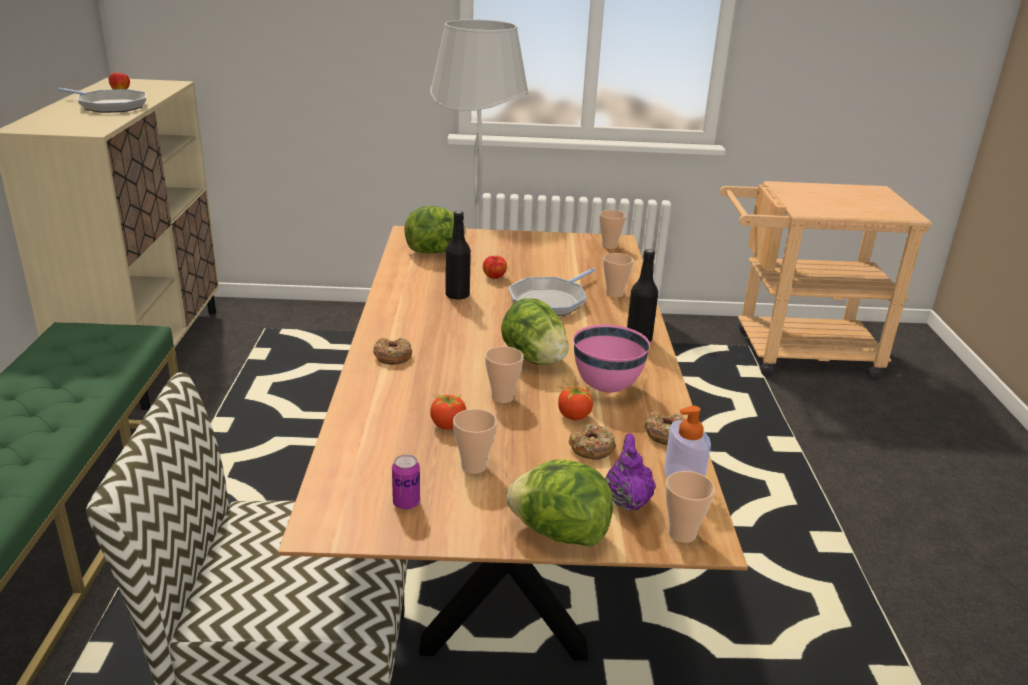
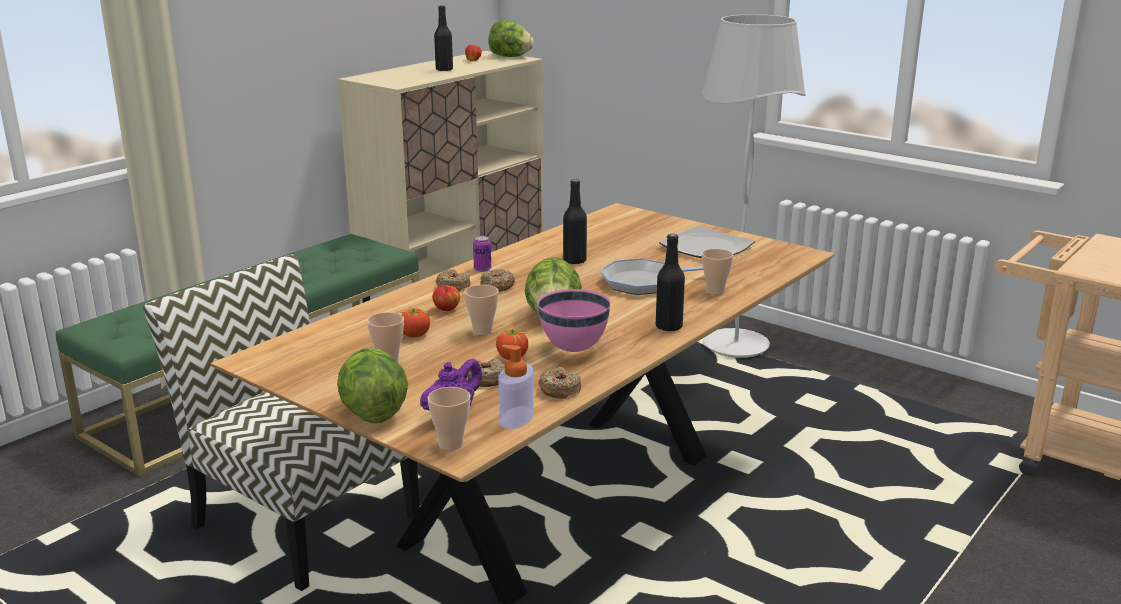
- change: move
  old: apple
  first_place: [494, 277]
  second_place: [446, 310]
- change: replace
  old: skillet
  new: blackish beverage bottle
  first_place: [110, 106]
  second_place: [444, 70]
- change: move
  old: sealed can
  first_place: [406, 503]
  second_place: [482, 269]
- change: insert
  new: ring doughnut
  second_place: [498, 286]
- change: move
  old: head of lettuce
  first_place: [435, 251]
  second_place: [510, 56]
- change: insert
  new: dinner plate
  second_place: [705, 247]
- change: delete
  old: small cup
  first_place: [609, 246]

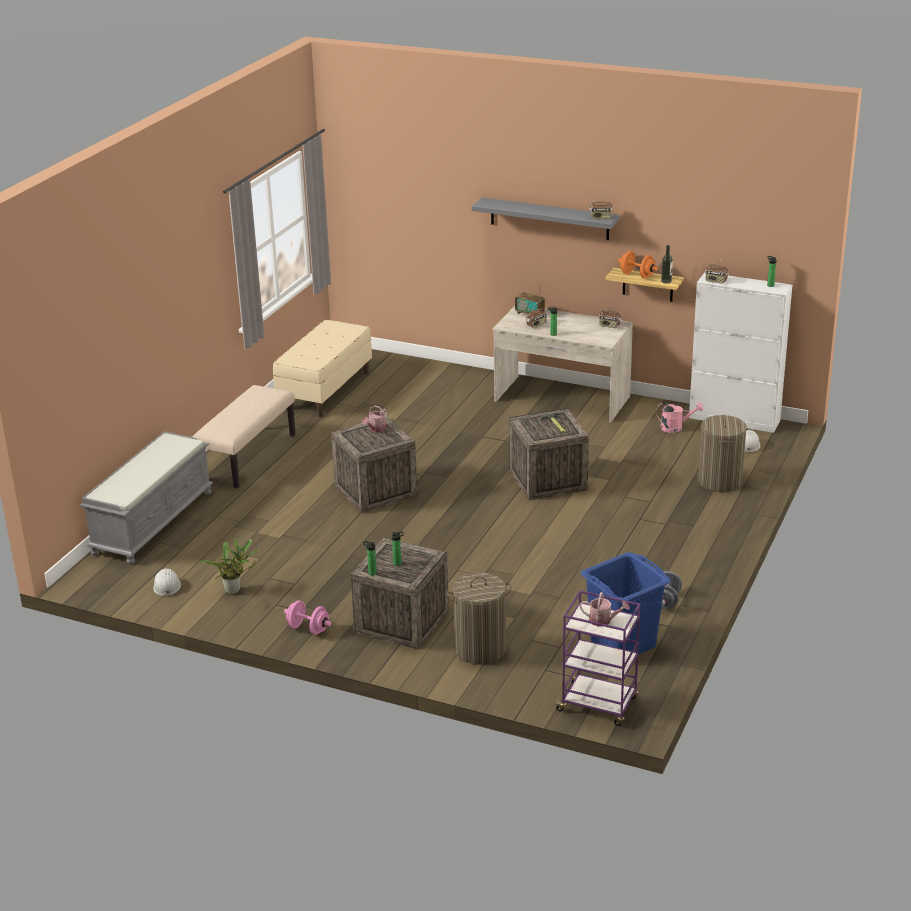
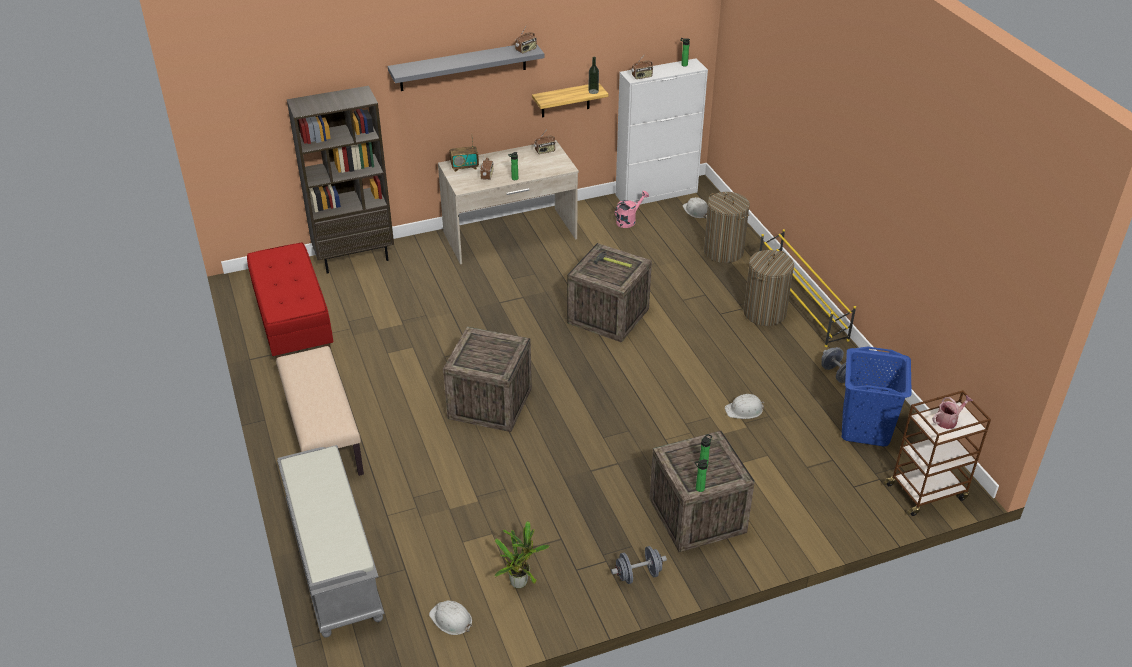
- change: recolor
  old: sand-coloured long seat
  new: reddish long seat
  first_place: [325, 390]
  second_place: [293, 326]
- change: insert
  new: brown-coloured bookcase
  second_place: [355, 258]
- change: recolor
  old: pinkish dumbbell
  new: greyish dumbbell
  first_place: [308, 629]
  second_place: [638, 574]
- change: insert
  new: whitish hard hat
  second_place: [744, 410]
- change: move
  old: hamper
  first_place: [480, 649]
  second_place: [764, 313]
- change: insert
  new: yellowish shoe shelf
  second_place: [801, 303]
- change: recolor
  old: purple cart
  new: brown-coloured cart
  first_place: [598, 704]
  second_place: [926, 491]
- change: delete
  old: watering pot
  first_place: [376, 429]
- change: delete
  old: orange dumbbell
  first_place: [637, 275]

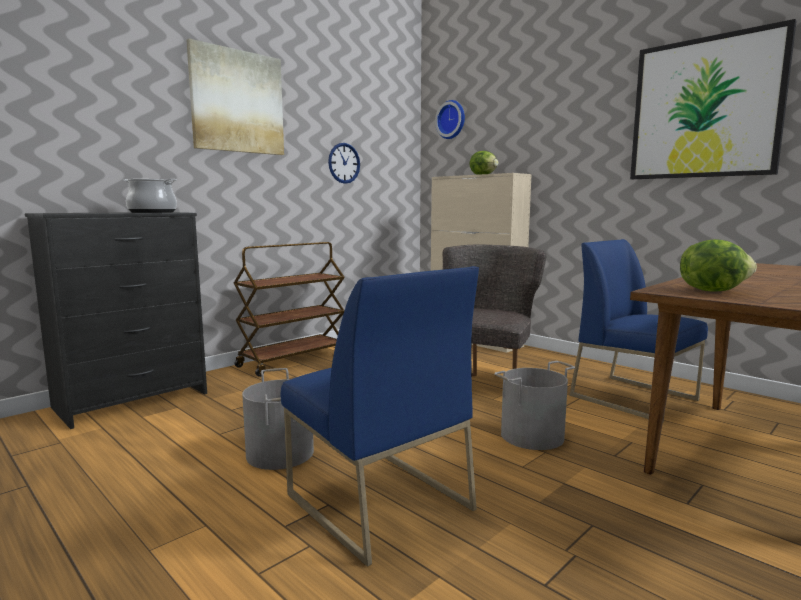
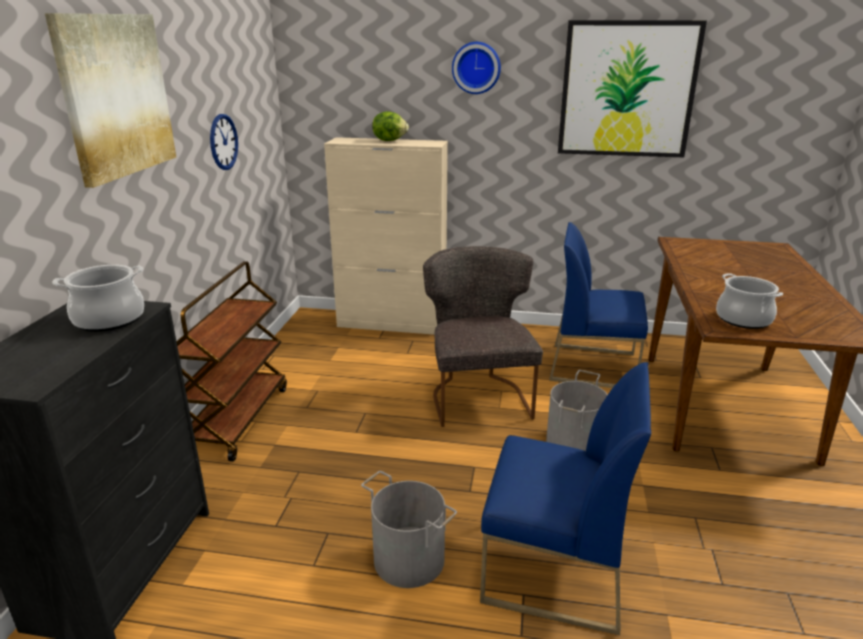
- change: move
  old: hanging clock
  first_place: [452, 120]
  second_place: [476, 67]
- change: replace
  old: head of lettuce
  new: saucepot
  first_place: [711, 291]
  second_place: [743, 319]

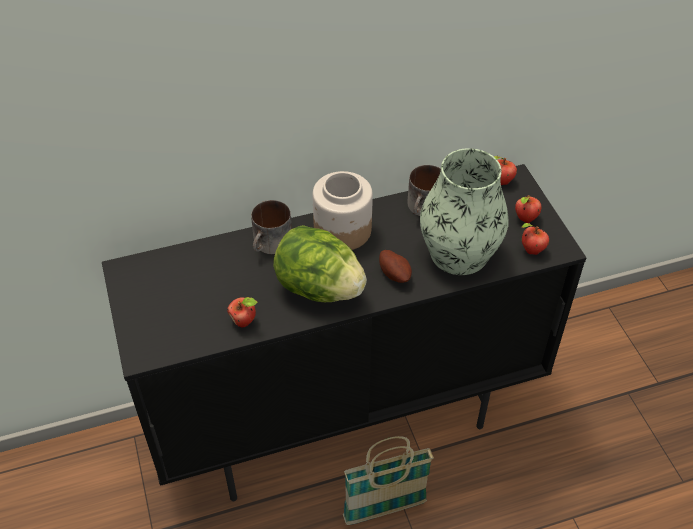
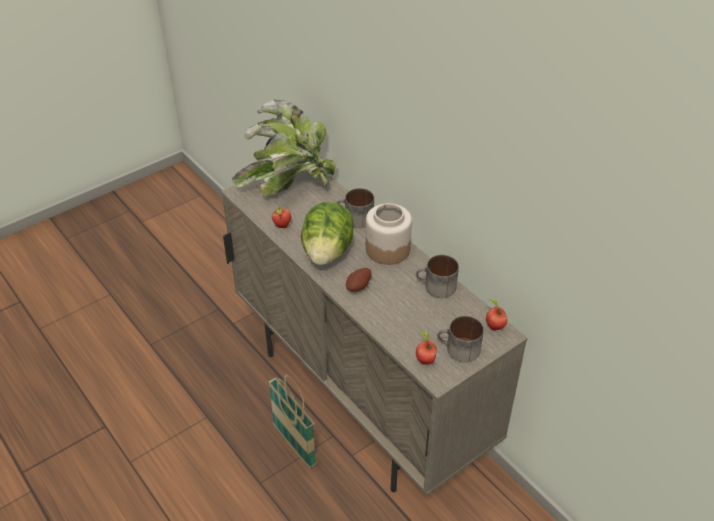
- change: recolor
  old: blackish storage cabinet
  new: sand-coloured storage cabinet
  first_place: [345, 419]
  second_place: [360, 399]
- change: insert
  new: potted plant
  second_place: [288, 183]
- change: replace
  old: apple
  new: tea mug
  first_place: [525, 219]
  second_place: [458, 350]
- change: delete
  old: vase
  first_place: [459, 253]

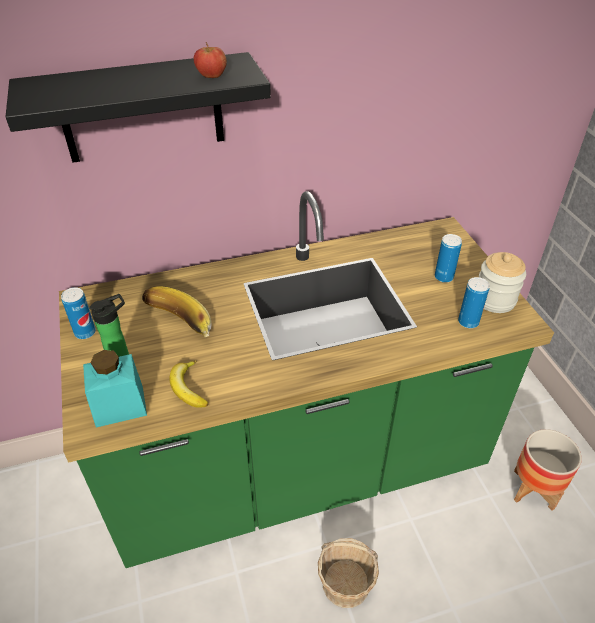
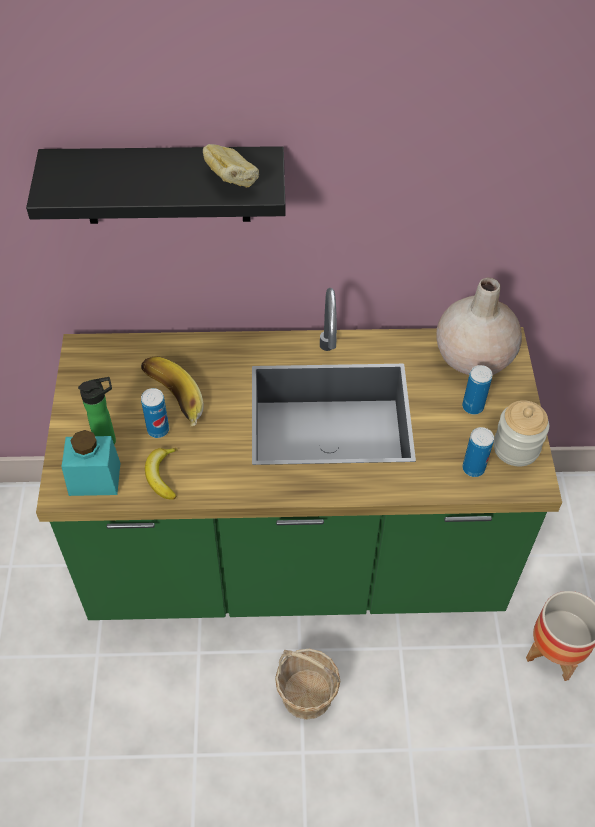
- change: move
  old: sealed can
  first_place: [85, 332]
  second_place: [158, 430]
- change: replace
  old: apple
  new: bakery bread
  first_place: [212, 76]
  second_place: [231, 183]
- change: insert
  new: sand-coloured vase
  second_place: [472, 357]

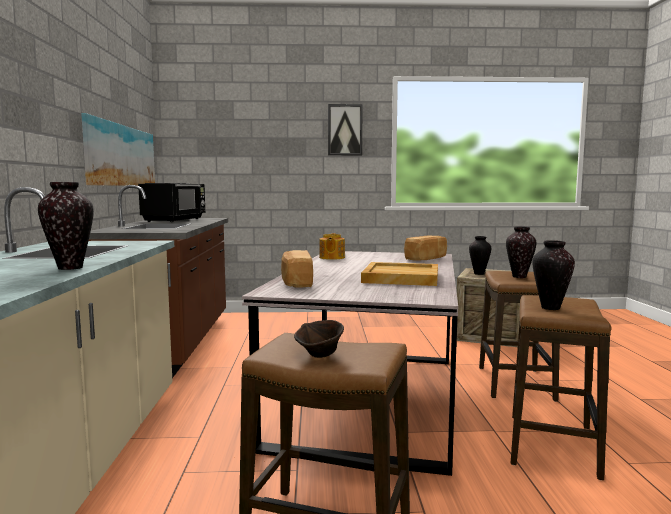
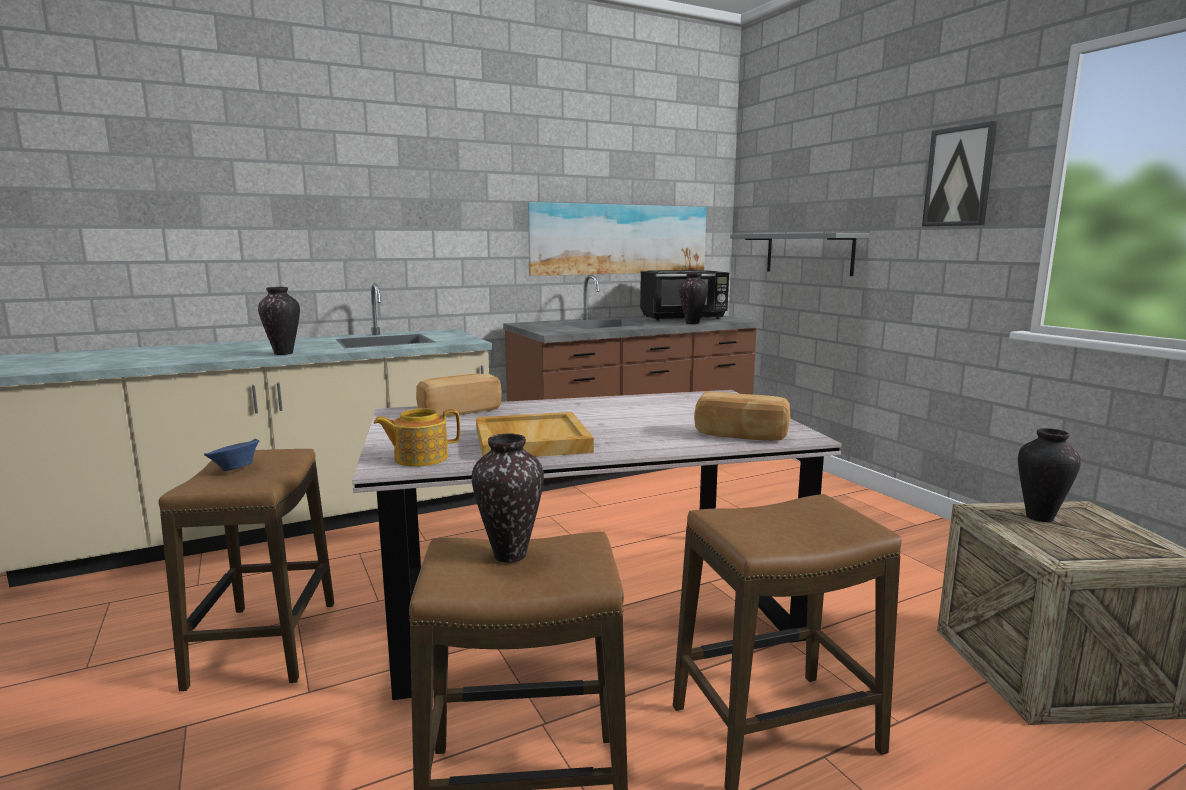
- change: recolor
  old: brown-coloured bowl
  new: bluish bowl
  first_place: [319, 355]
  second_place: [234, 469]
- change: move
  old: pot for tea
  first_place: [331, 257]
  second_place: [420, 458]
- change: move
  old: vase
  first_place: [519, 277]
  second_place: [692, 323]
- change: insert
  new: greyish bracket shelf
  second_place: [808, 253]

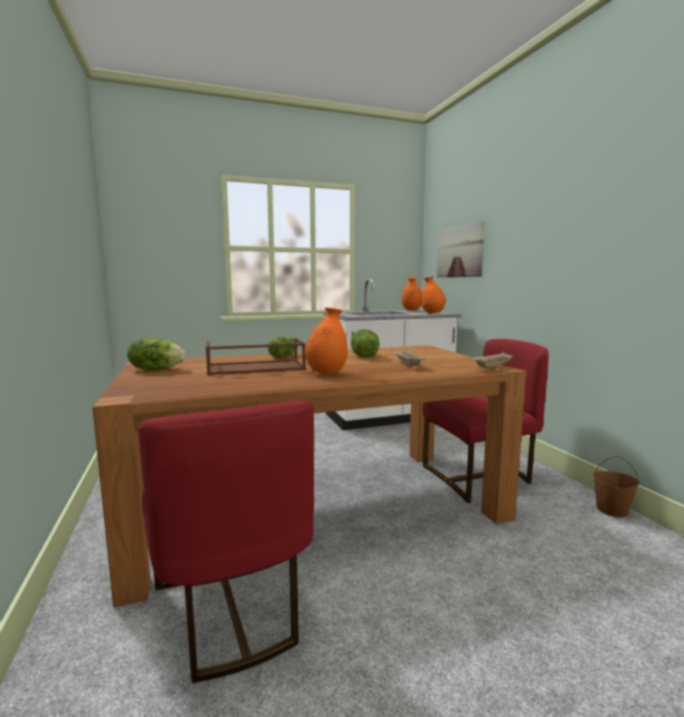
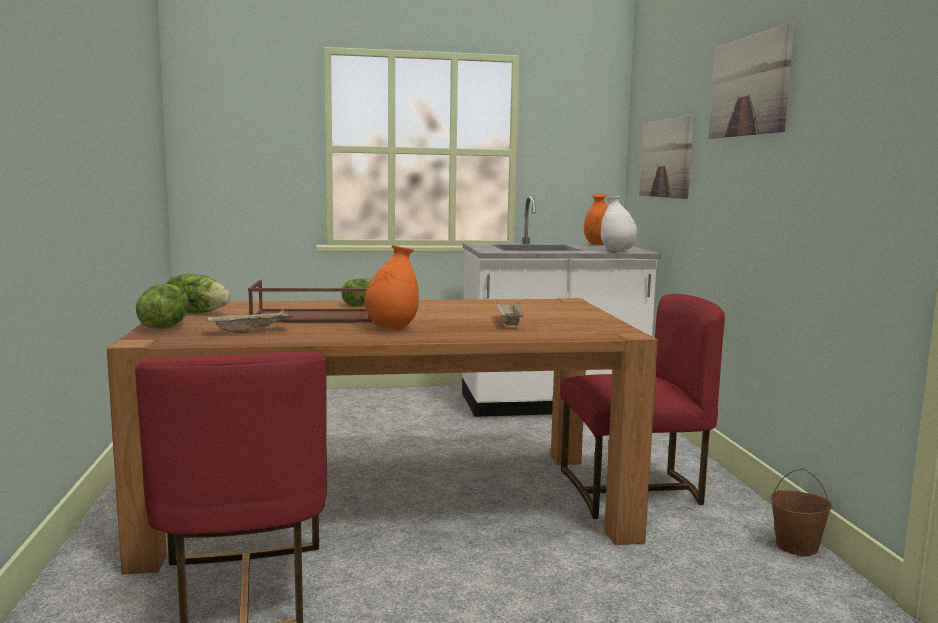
- change: move
  old: head of lettuce
  first_place: [363, 356]
  second_place: [164, 327]
- change: move
  old: sand-coloured tray
  first_place: [494, 367]
  second_place: [250, 331]
- change: recolor
  old: orange vase
  new: whitish vase
  first_place: [432, 313]
  second_place: [617, 251]
- change: insert
  new: wall picture
  second_place: [749, 86]

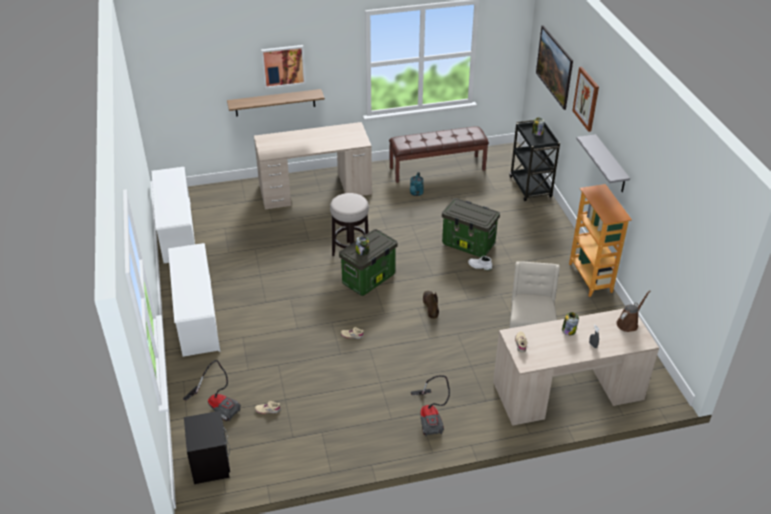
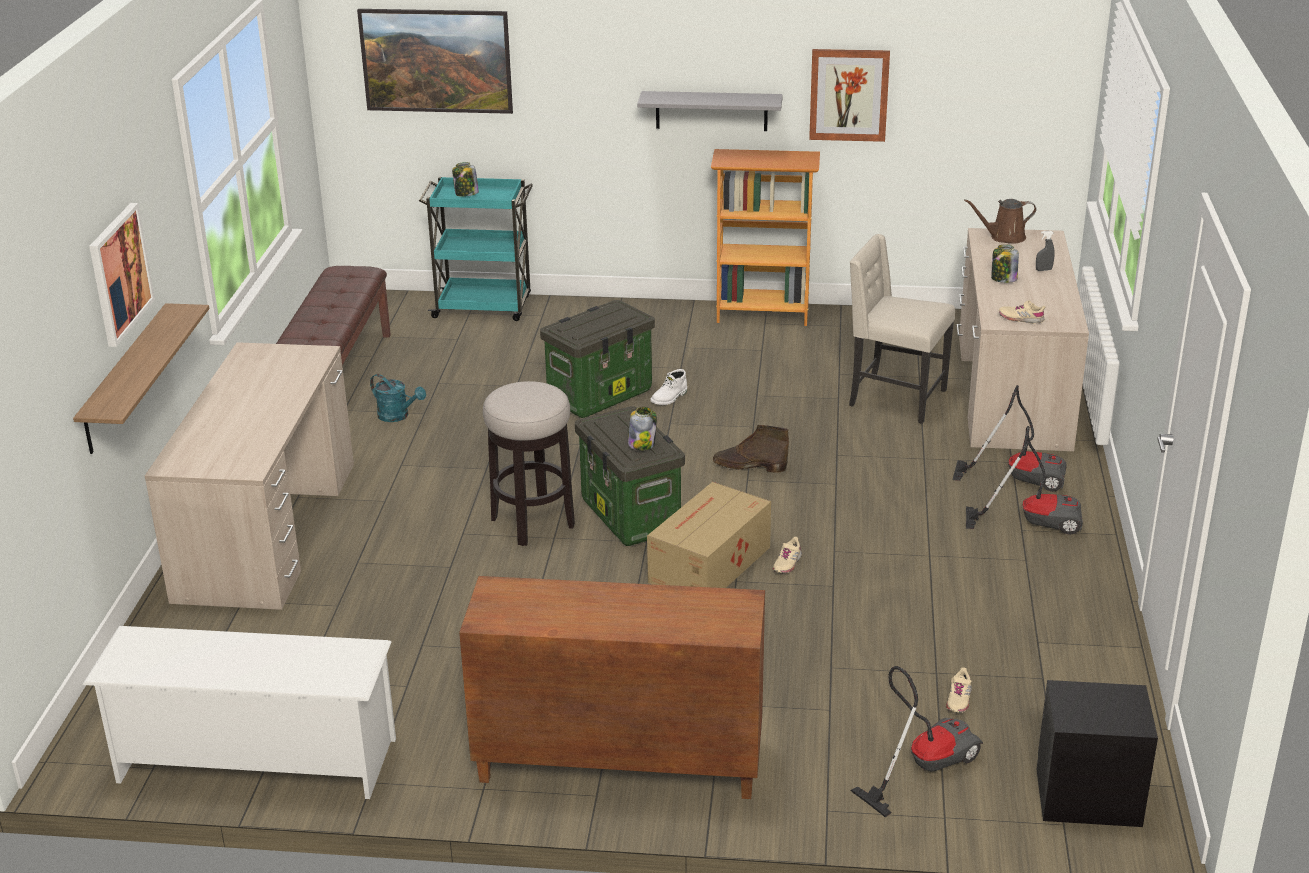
- change: recolor
  old: blackish cart
  new: turquoise-coloured cart
  first_place: [530, 188]
  second_place: [484, 307]
- change: replace
  old: whitish shoe shelf
  new: brown-coloured storage cabinet
  first_place: [197, 317]
  second_place: [617, 764]
- change: insert
  new: carton
  second_place: [707, 565]
- change: move
  old: wall picture
  first_place: [586, 99]
  second_place: [849, 94]
- change: insert
  new: hoover
  second_place: [1020, 476]
- change: rotate
  old: brown-coloured watering pot
  first_place: [628, 323]
  second_place: [1004, 237]
  degrees: -75

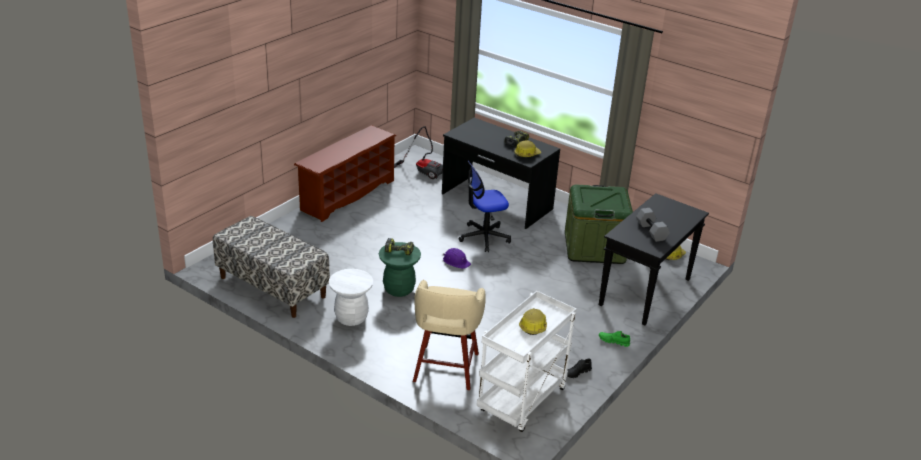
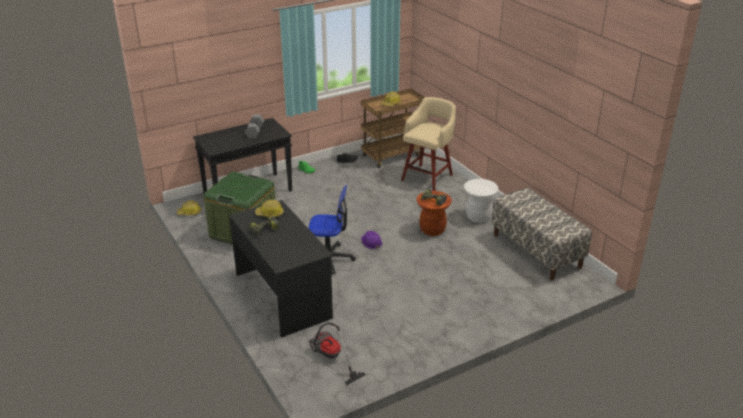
- change: recolor
  old: whitish cart
  new: brown-coloured cart
  first_place: [522, 402]
  second_place: [393, 155]
- change: recolor
  old: greenish sitting stool
  new: brown-coloured sitting stool
  first_place: [399, 289]
  second_place: [432, 230]
- change: delete
  old: brown-coloured shoe shelf
  first_place: [347, 195]

